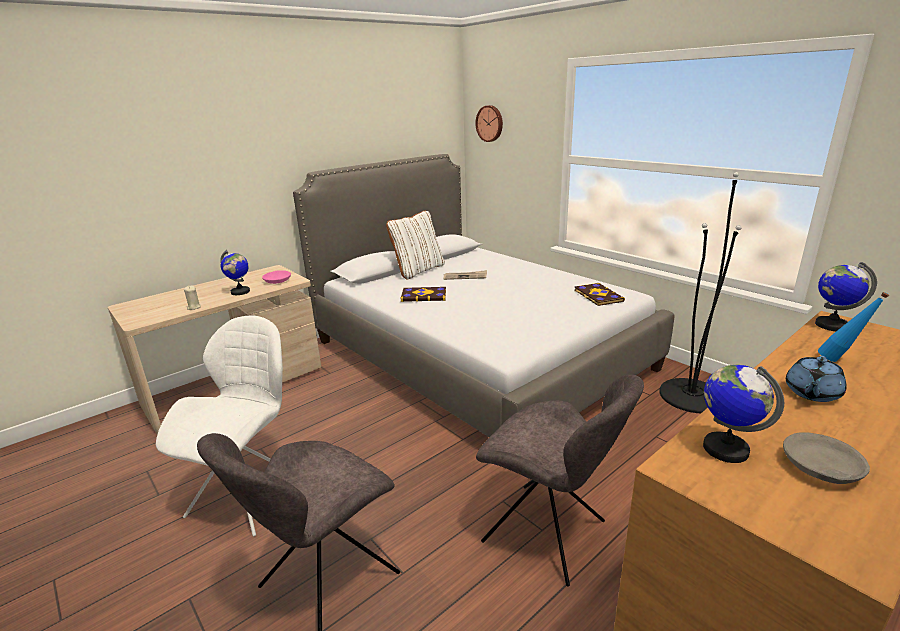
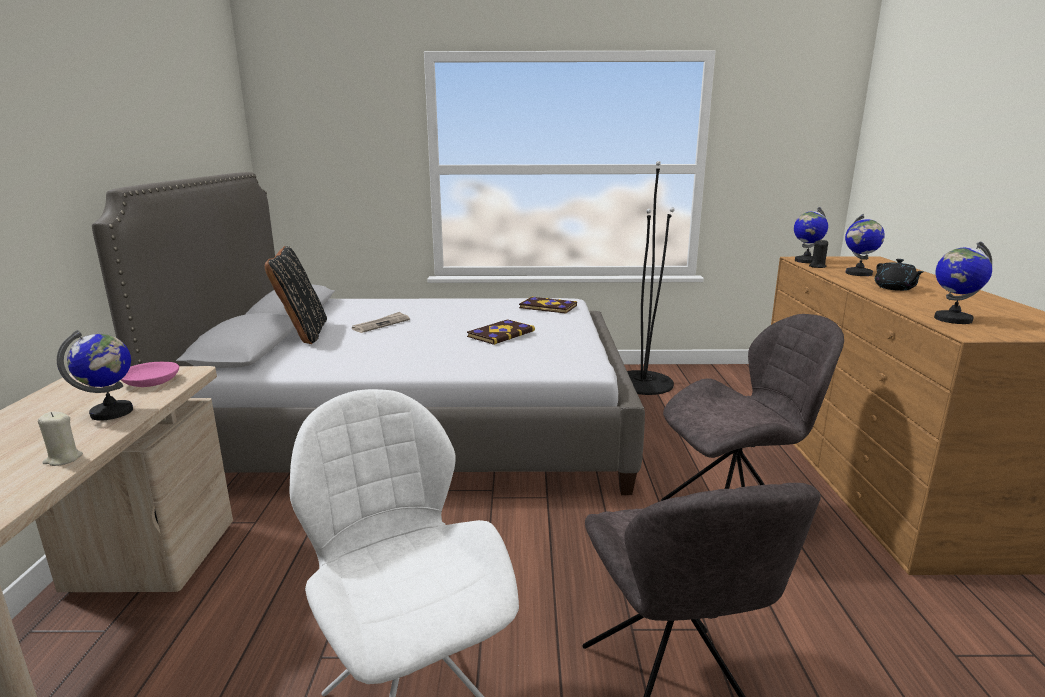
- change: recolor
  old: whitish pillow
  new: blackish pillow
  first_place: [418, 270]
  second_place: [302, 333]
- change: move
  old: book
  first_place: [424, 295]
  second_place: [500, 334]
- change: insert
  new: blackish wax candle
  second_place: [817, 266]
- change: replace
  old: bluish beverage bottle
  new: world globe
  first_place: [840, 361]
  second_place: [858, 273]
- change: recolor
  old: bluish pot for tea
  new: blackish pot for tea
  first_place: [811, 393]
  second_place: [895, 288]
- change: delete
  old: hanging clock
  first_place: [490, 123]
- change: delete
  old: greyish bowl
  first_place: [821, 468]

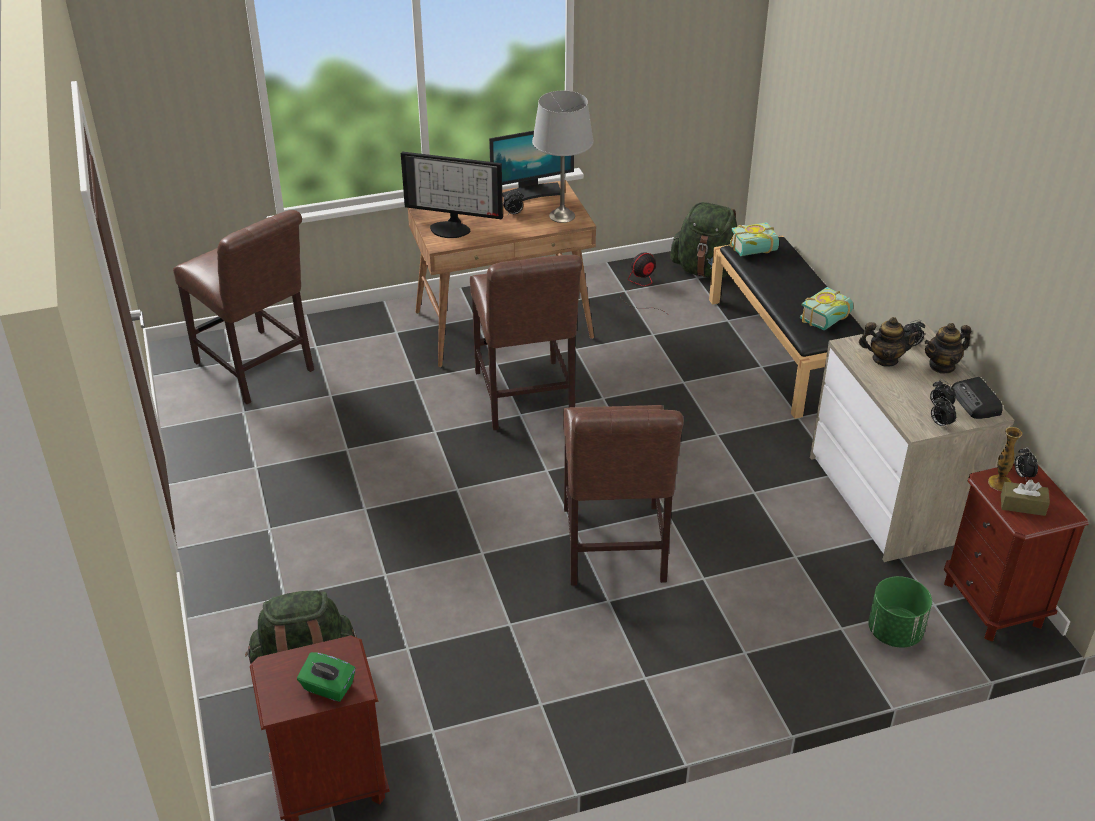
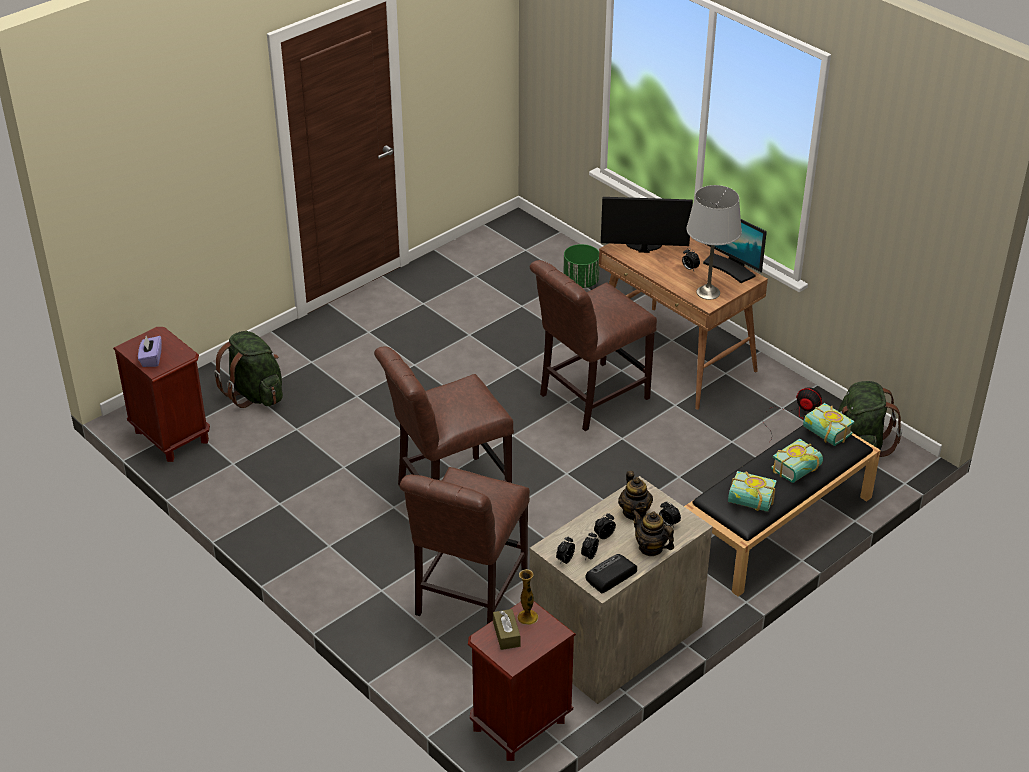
- change: recolor
  old: greenish tissue holder
  new: purple tissue holder
  first_place: [328, 688]
  second_place: [151, 359]
- change: move
  old: brown-coloured chair
  first_place: [257, 369]
  second_place: [467, 598]
- change: move
  old: greenish plant pot
  first_place: [894, 631]
  second_place: [581, 282]
- change: move
  old: table clock
  first_place: [1022, 475]
  second_place: [604, 535]
- change: rotate
  old: computer screen
  first_place: [452, 227]
  second_place: [643, 246]
  degrees: 105
- change: insert
  new: book
  second_place: [799, 472]

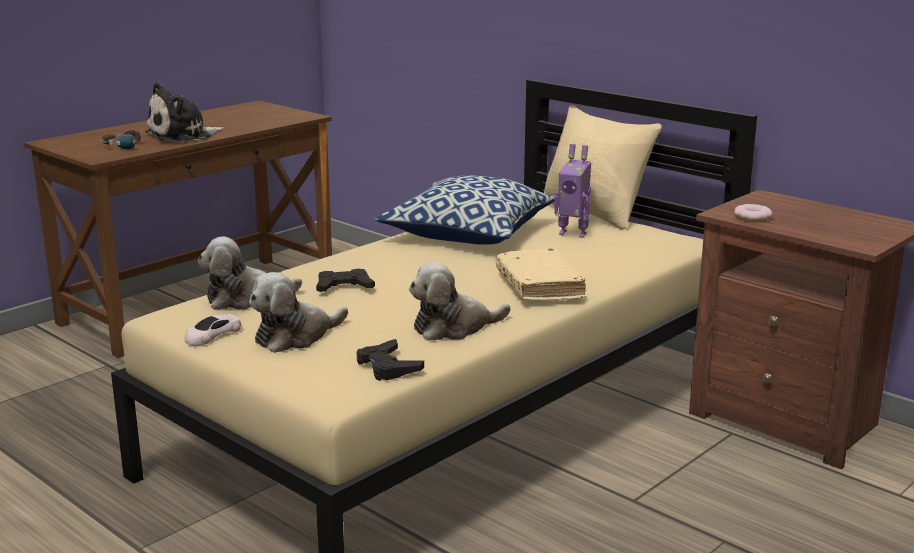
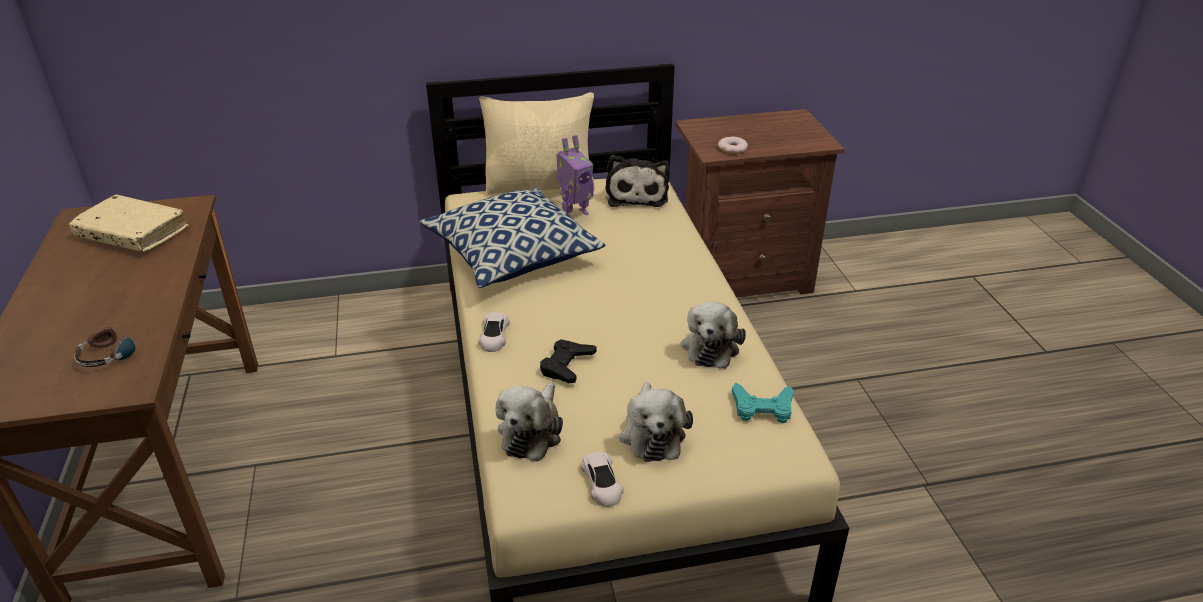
- change: move
  old: sand-coloured book
  first_place: [539, 286]
  second_place: [132, 233]
- change: insert
  new: whitish model car
  second_place: [494, 335]
- change: move
  old: cuddly toy
  first_place: [183, 135]
  second_place: [636, 195]
- change: recolor
  old: blackish gamepad
  new: turquoise-coloured gamepad
  first_place: [388, 367]
  second_place: [762, 408]

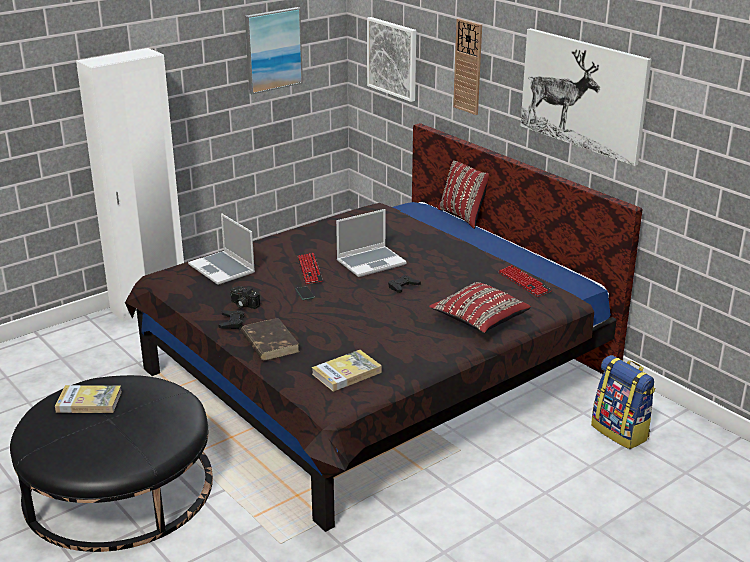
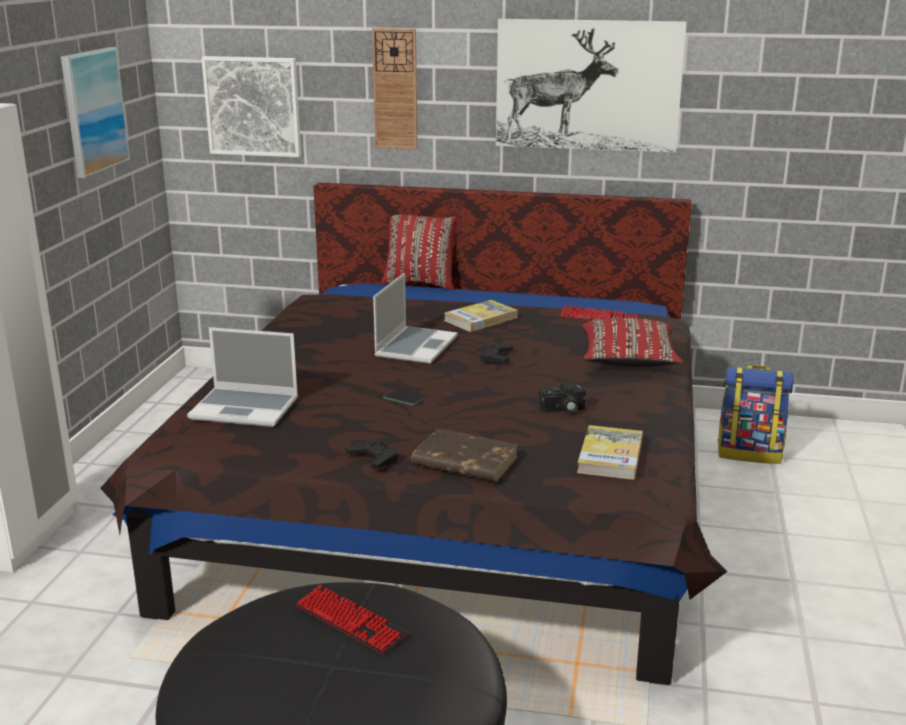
- change: move
  old: PC keyboard
  first_place: [309, 270]
  second_place: [350, 621]
- change: move
  old: book
  first_place: [89, 402]
  second_place: [480, 319]
- change: move
  old: still camera
  first_place: [243, 305]
  second_place: [562, 410]

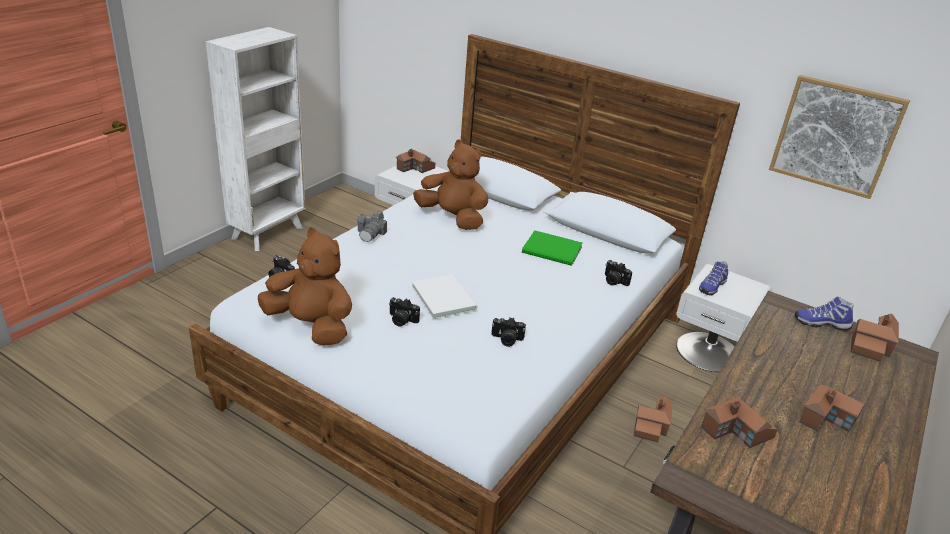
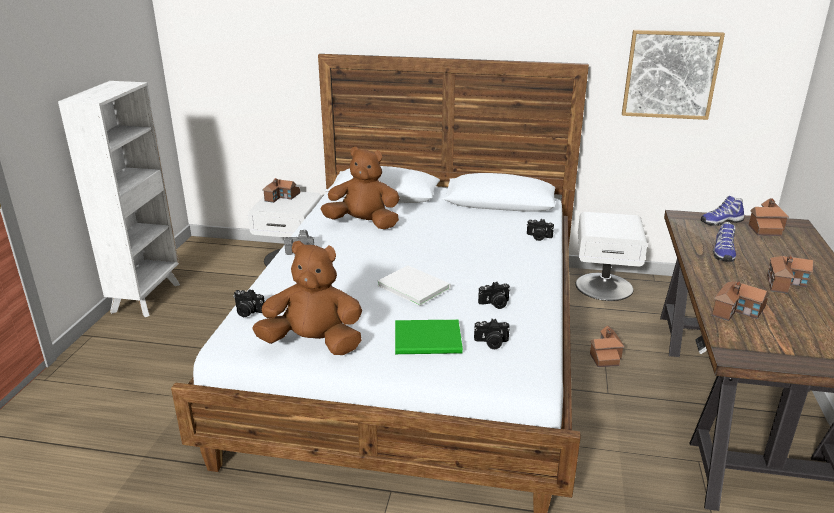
- change: move
  old: greenish book
  first_place: [553, 251]
  second_place: [430, 340]
- change: move
  old: still camera
  first_place: [401, 320]
  second_place: [491, 343]
- change: move
  old: shoe
  first_place: [711, 286]
  second_place: [722, 253]

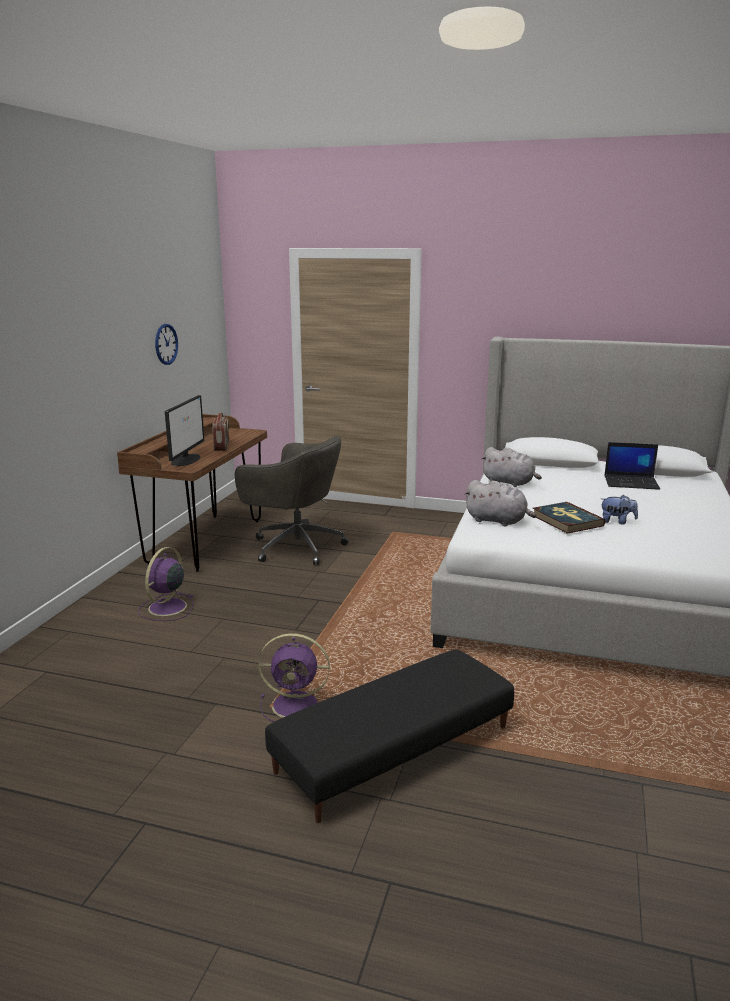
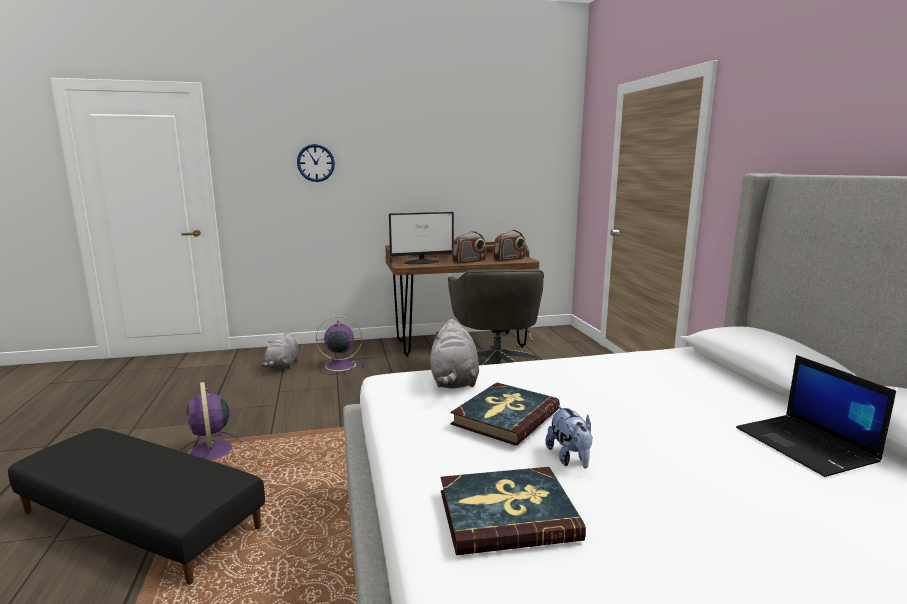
- change: move
  old: greyish cuddly toy
  first_place: [510, 483]
  second_place: [283, 366]
- change: move
  old: hanging clock
  first_place: [166, 344]
  second_place: [315, 163]
- change: insert
  new: book
  second_place: [507, 514]
- change: insert
  new: radio receiver
  second_place: [509, 259]

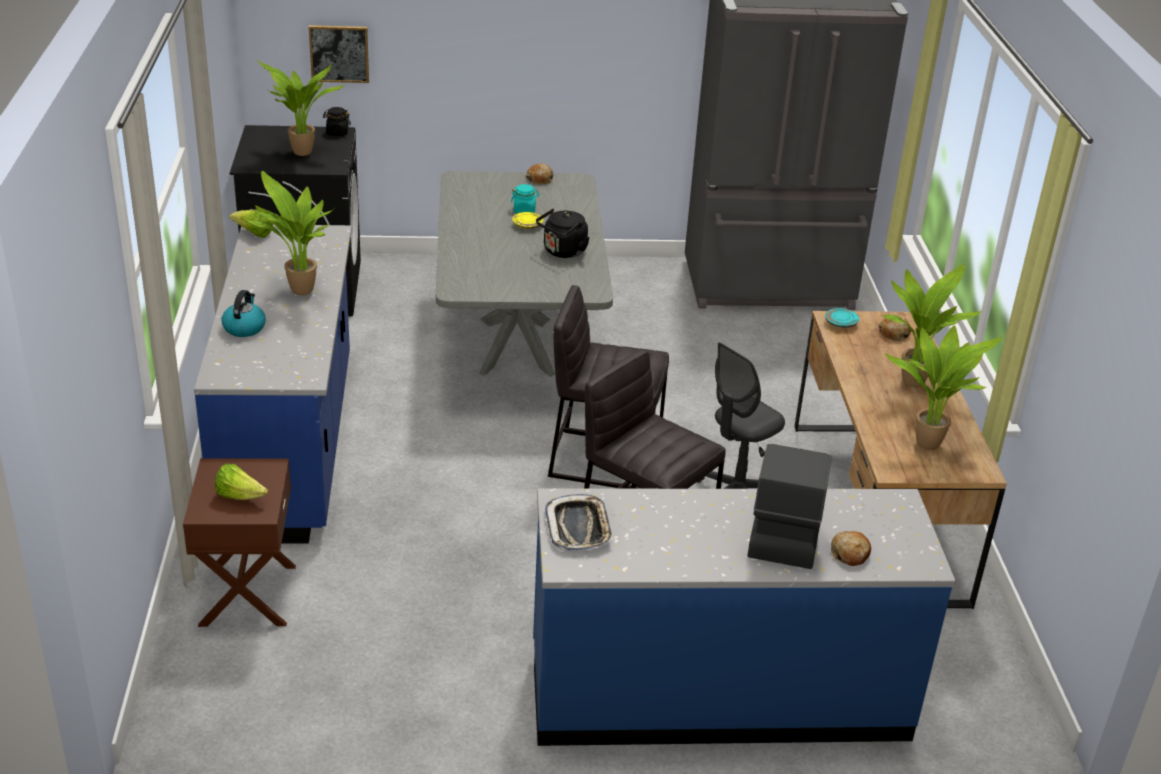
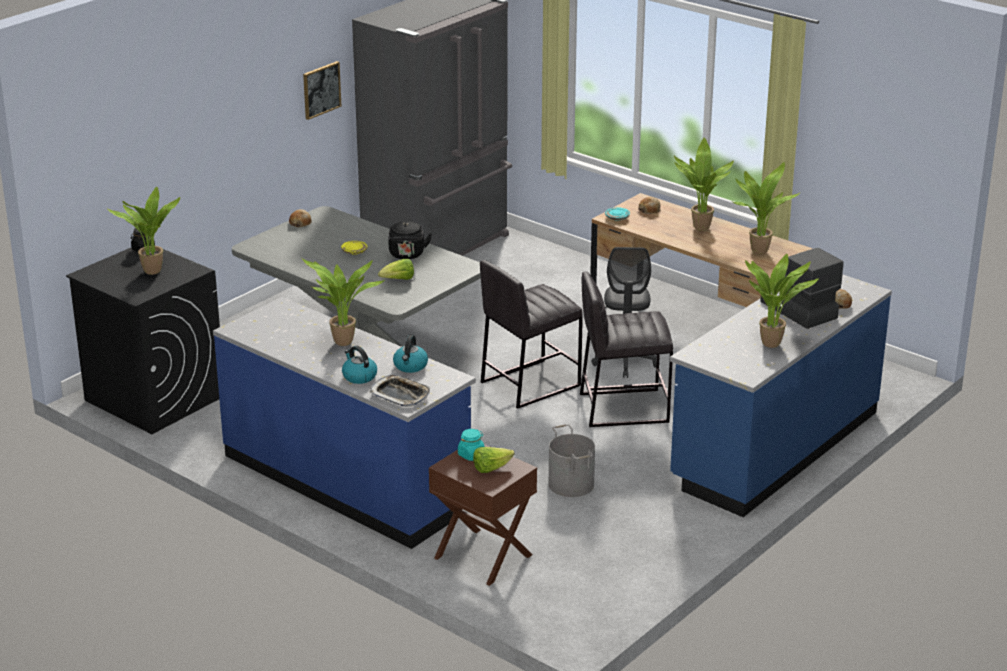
- change: move
  old: wall picture
  first_place: [339, 53]
  second_place: [321, 90]
- change: move
  old: tray
  first_place: [578, 528]
  second_place: [400, 395]
- change: move
  old: head of lettuce
  first_place: [254, 234]
  second_place: [398, 280]
- change: insert
  new: tea kettle
  second_place: [410, 366]
- change: move
  old: turquoise-coloured preserve jar
  first_place: [524, 210]
  second_place: [471, 455]
- change: insert
  new: greyish bucket
  second_place: [570, 484]
- change: insert
  new: potted plant
  second_place: [774, 343]

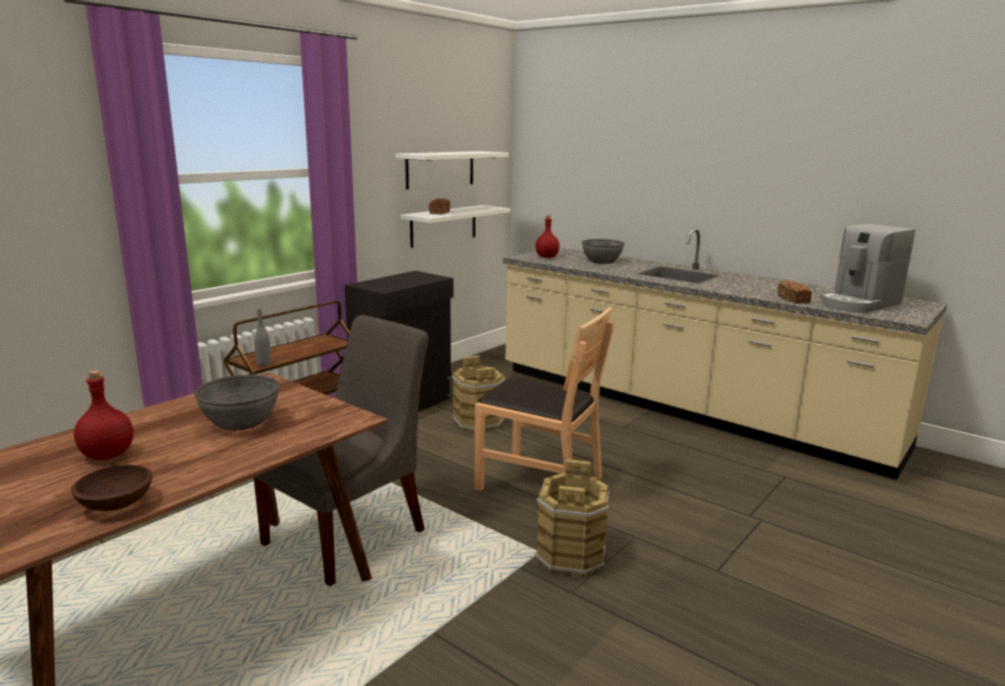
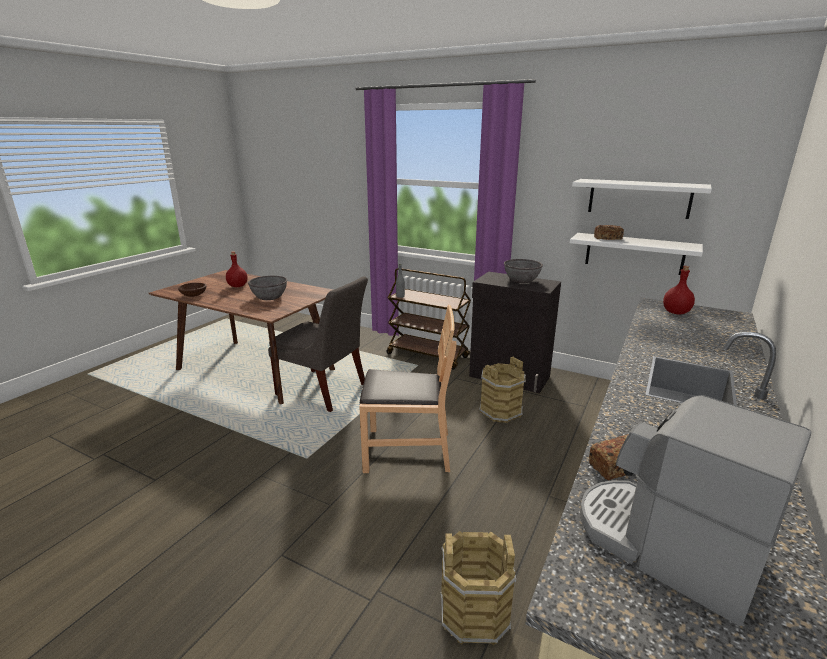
- change: rotate
  old: brown-coloured chair
  first_place: [539, 482]
  second_place: [407, 450]
  degrees: -105
- change: move
  old: brown-coloured bucket
  first_place: [571, 555]
  second_place: [474, 613]
- change: move
  old: greyish bowl
  first_place: [601, 261]
  second_place: [521, 280]

